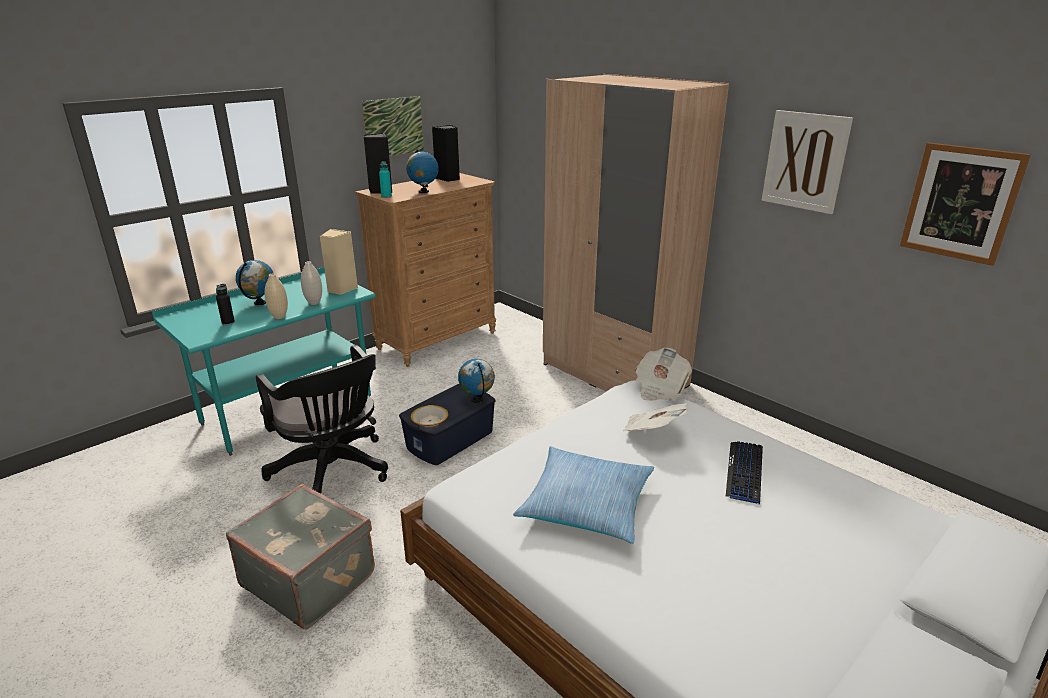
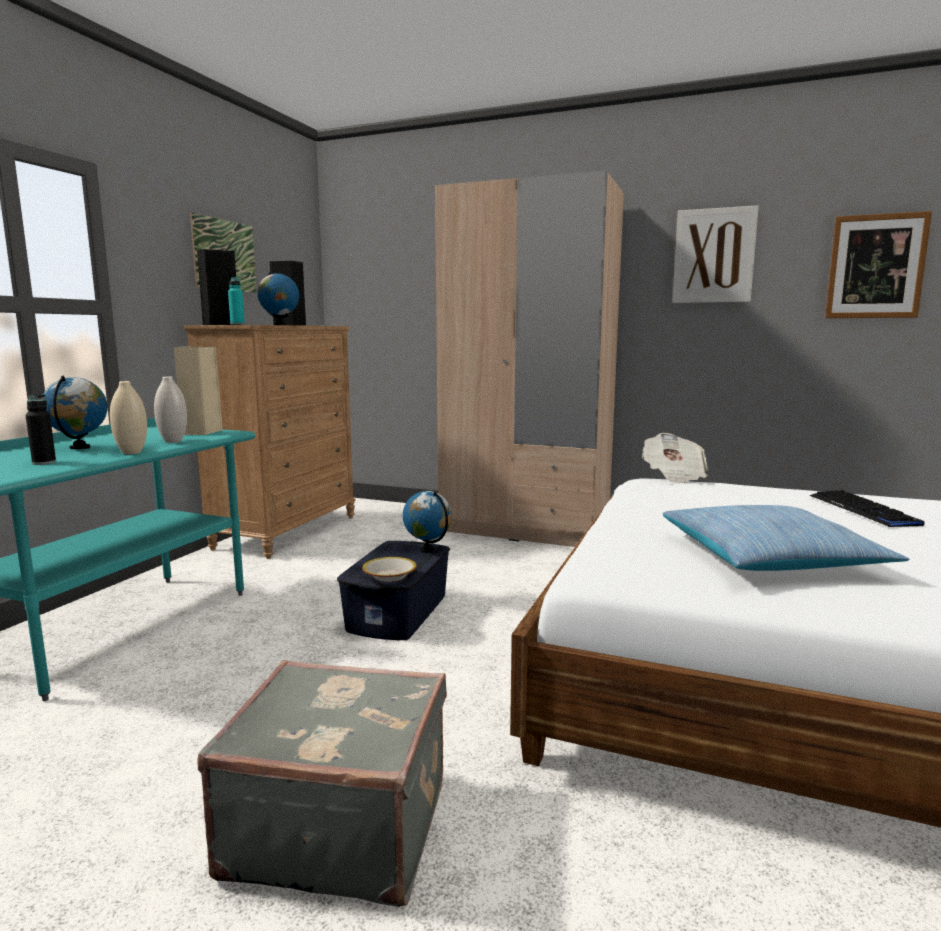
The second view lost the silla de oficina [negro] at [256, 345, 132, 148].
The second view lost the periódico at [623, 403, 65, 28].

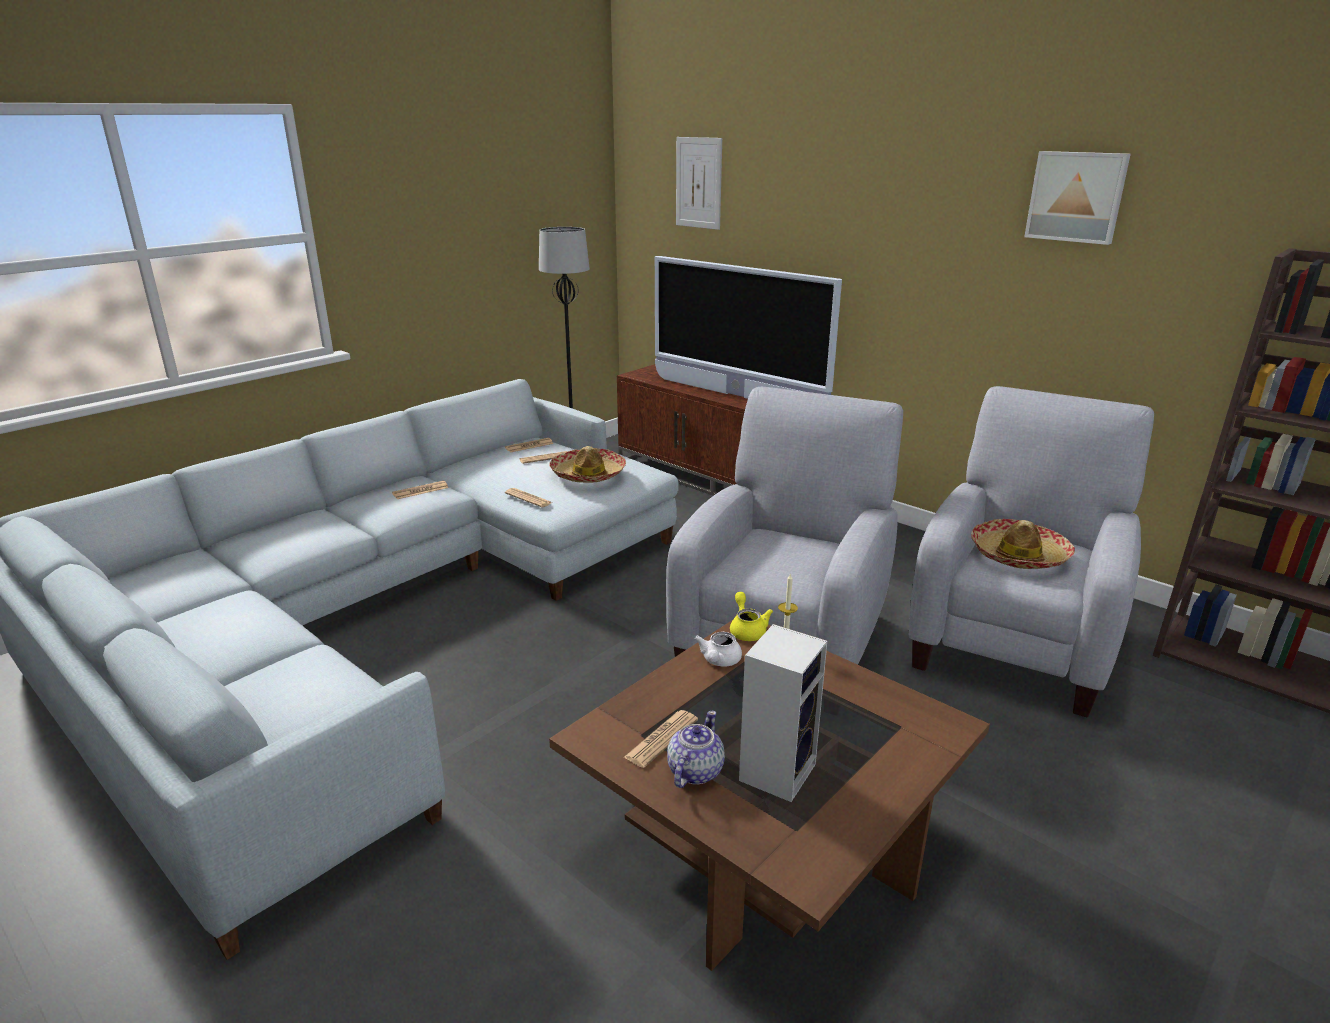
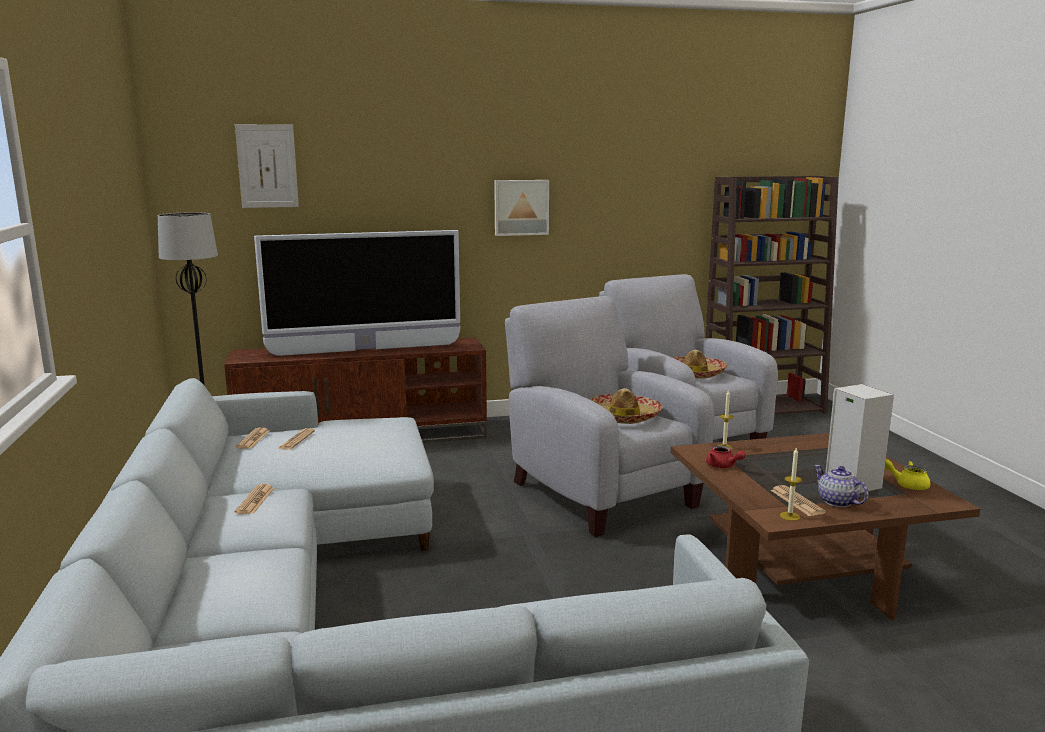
The cuadro ended up elsewhere, having gone from [1024, 151, 107, 94] to [494, 180, 55, 56].
The sombrero ended up elsewhere, having gone from [549, 446, 77, 37] to [590, 388, 73, 36].
The second view lost the periódico at [505, 488, 47, 19].
The tetera [amarillo] ended up elsewhere, having gone from [730, 592, 43, 49] to [885, 459, 45, 31].
What was the tetera [blanco] at [695, 632, 47, 34] turned into the tetera [rojo] at [706, 445, 40, 23].
The second view gained the vela at [780, 448, 22, 73].

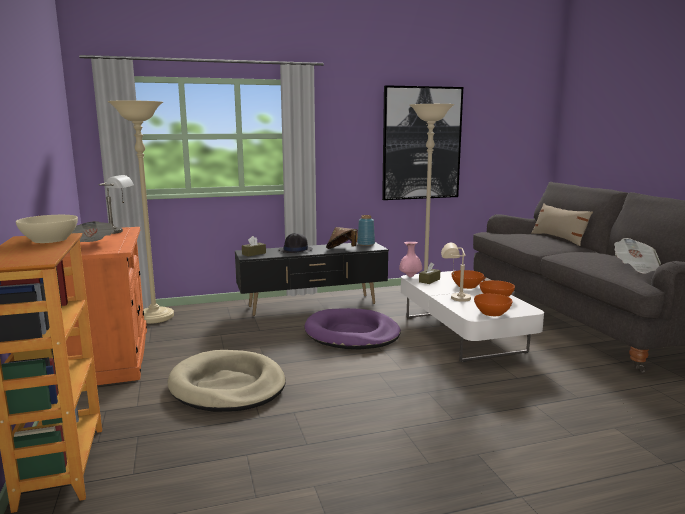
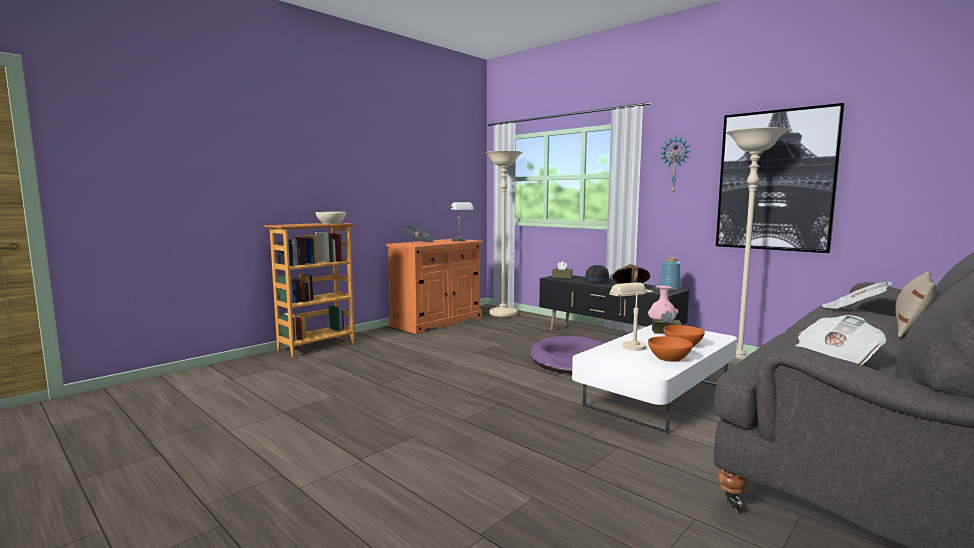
The second view lost the cuenco [naranja] at [474, 294, 39, 22].
The second view lost the cama para perro [beis] at [168, 350, 118, 62].
The second view gained the reloj de pared at [661, 136, 30, 57].
The second view gained the periódico at [822, 282, 70, 27].

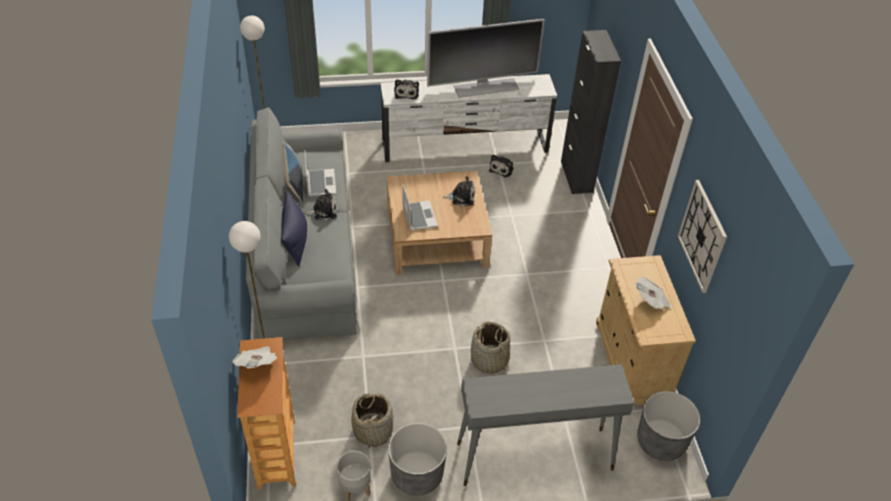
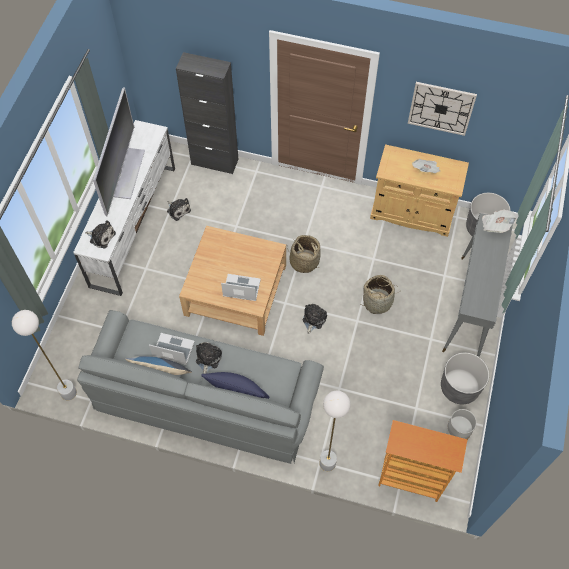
The peluche ended up elsewhere, having gone from [443, 176, 32, 30] to [303, 304, 24, 30].
The periódico ended up elsewhere, having gone from [232, 346, 46, 22] to [482, 209, 35, 24].
The cesta ended up elsewhere, having gone from [352, 392, 41, 56] to [287, 235, 34, 38].

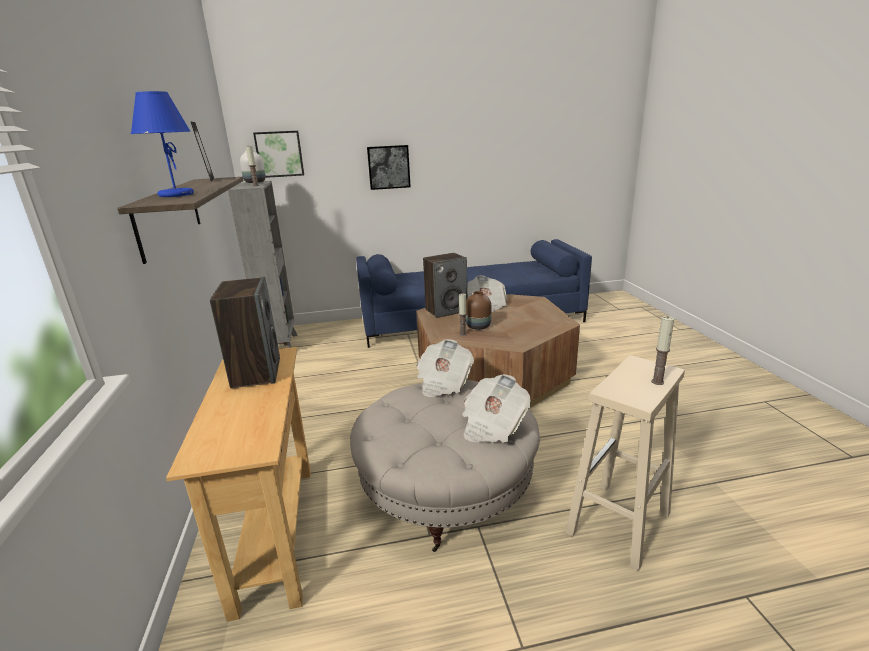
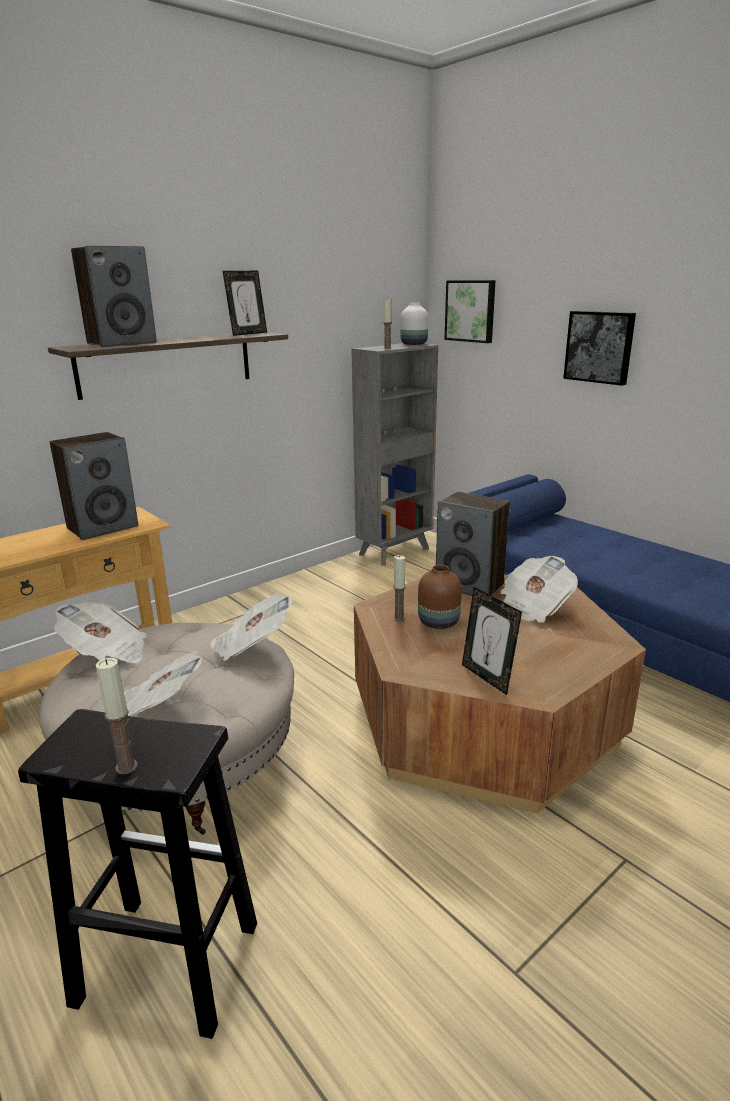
Where the lámpara de mesa [azul] stood at [131, 91, 63, 106], the altavoz came to stand at [71, 246, 86, 101].
What was the taburete [beis] at [566, 355, 119, 217] turned into the taburete [negro] at [18, 709, 239, 330].
The second view gained the portarretratos at [462, 587, 60, 108].
The second view gained the periódico at [54, 602, 92, 61].

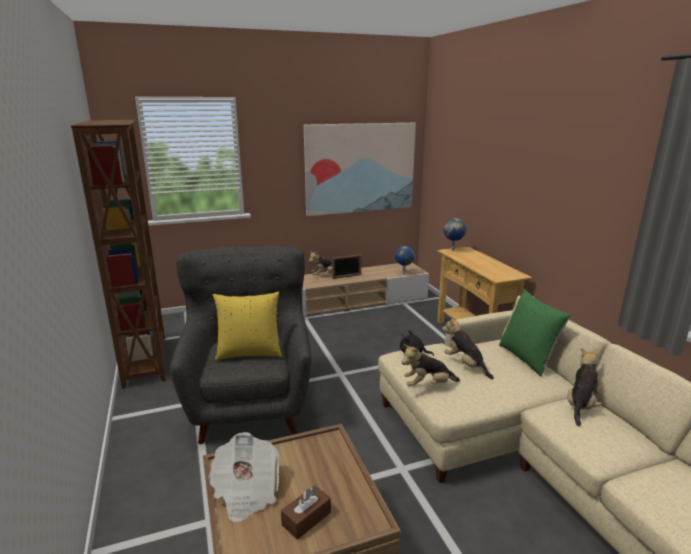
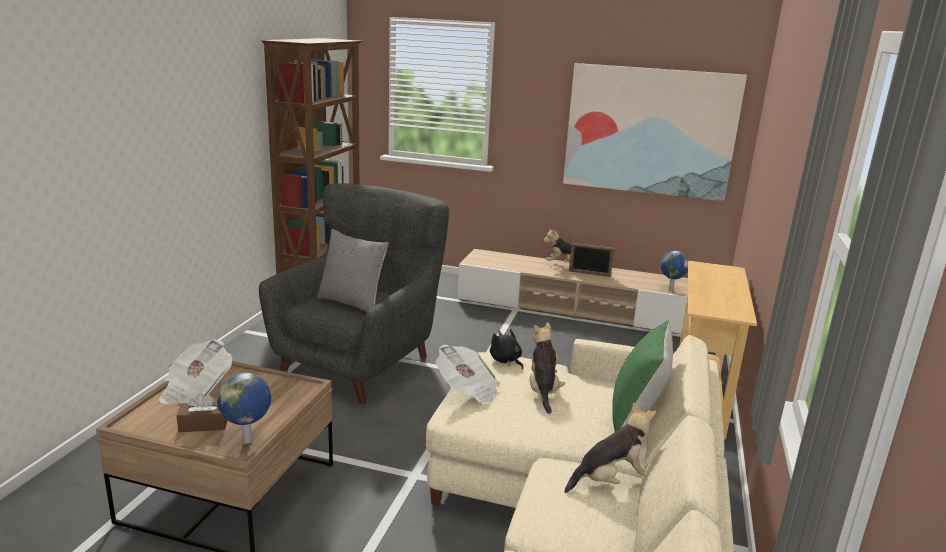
The globo terráqueo ended up elsewhere, having gone from [444, 219, 22, 32] to [217, 372, 54, 72].
What was the cojín [amarillo] at [213, 292, 69, 68] turned into the cojín [gris] at [317, 229, 72, 83].
Where the peluche stood at [402, 344, 58, 43], the periódico came to stand at [436, 344, 64, 61].

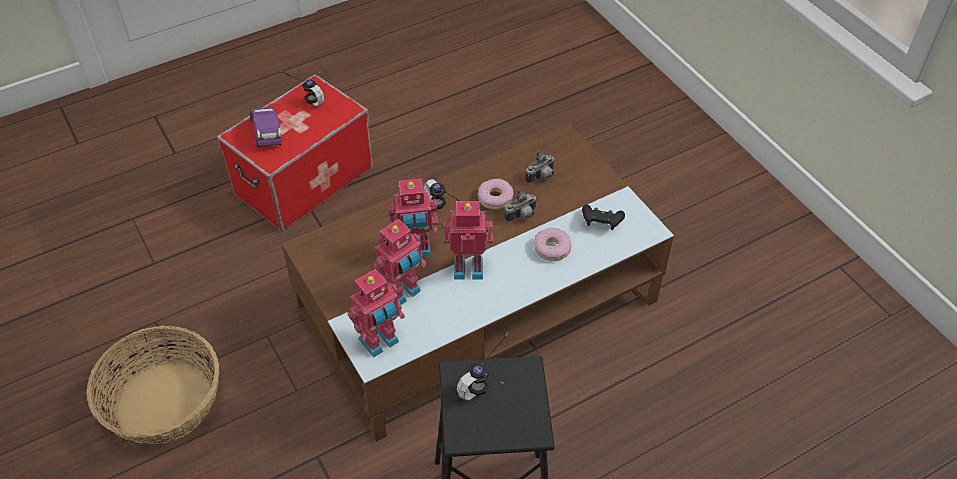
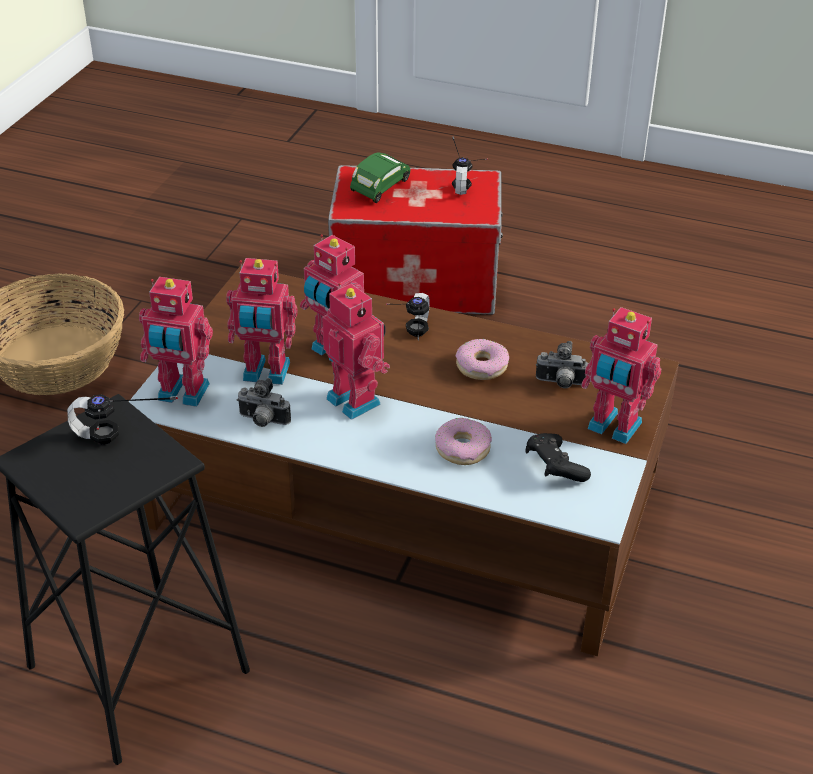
What was the coche de juguete [morado] at [250, 107, 31, 41] turned into the coche de juguete [verde] at [350, 153, 60, 50].
The cámara ended up elsewhere, having gone from [504, 189, 33, 33] to [237, 378, 54, 49].
The second view gained the robot de juguete at [581, 307, 80, 137].

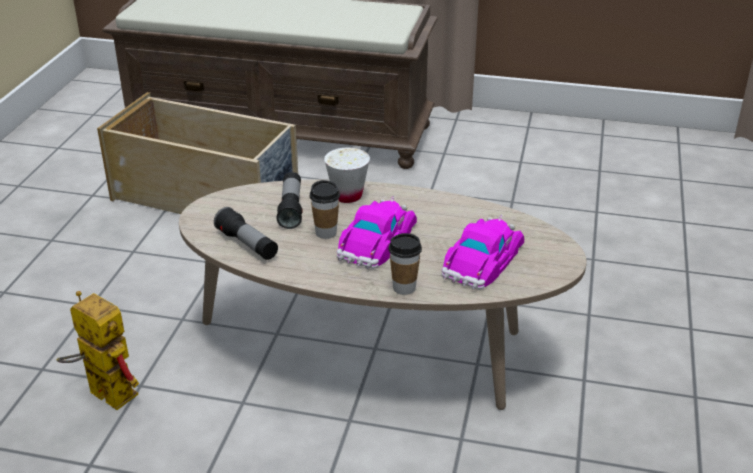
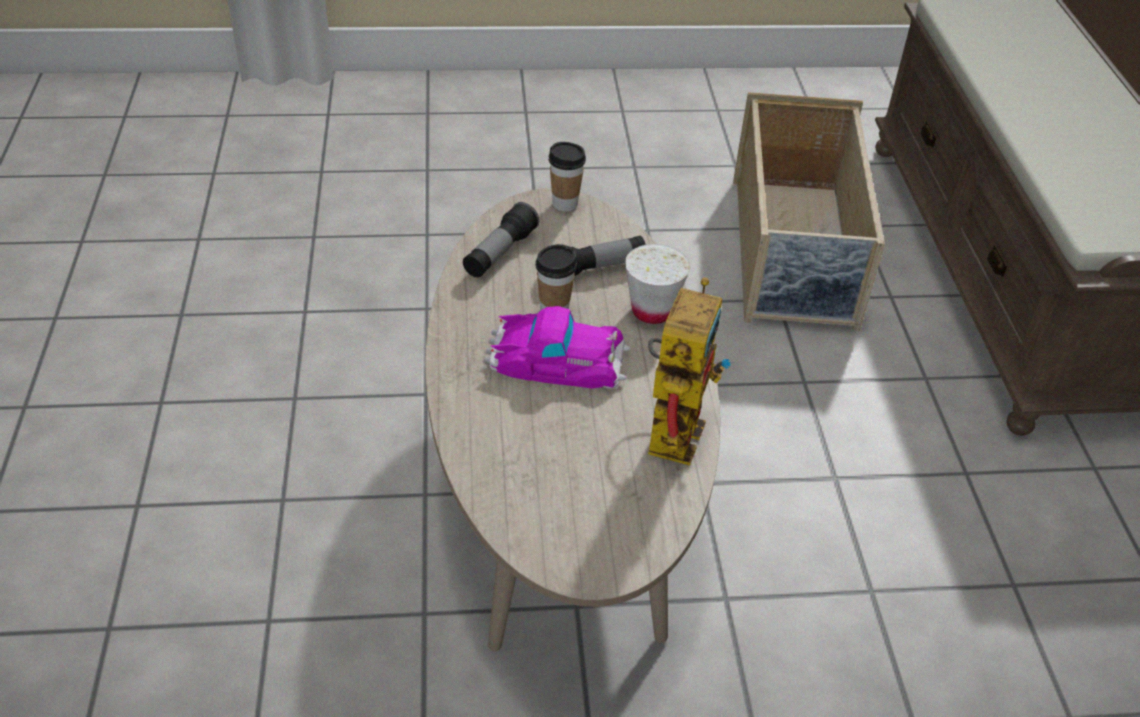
The second view lost the coche de juguete at [442, 214, 82, 76].
The taza ended up elsewhere, having gone from [388, 233, 34, 62] to [549, 142, 37, 69].
The robot de juguete ended up elsewhere, having gone from [56, 291, 83, 119] to [648, 278, 83, 188].

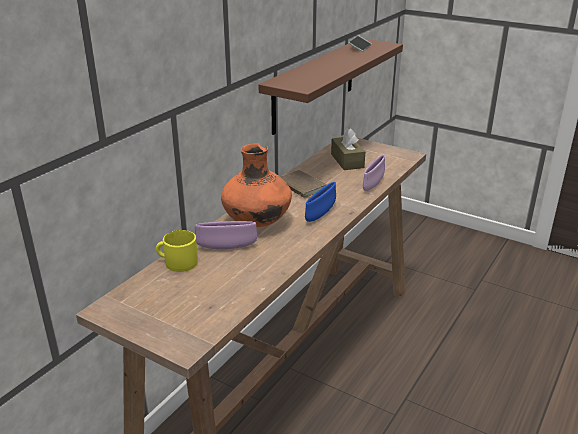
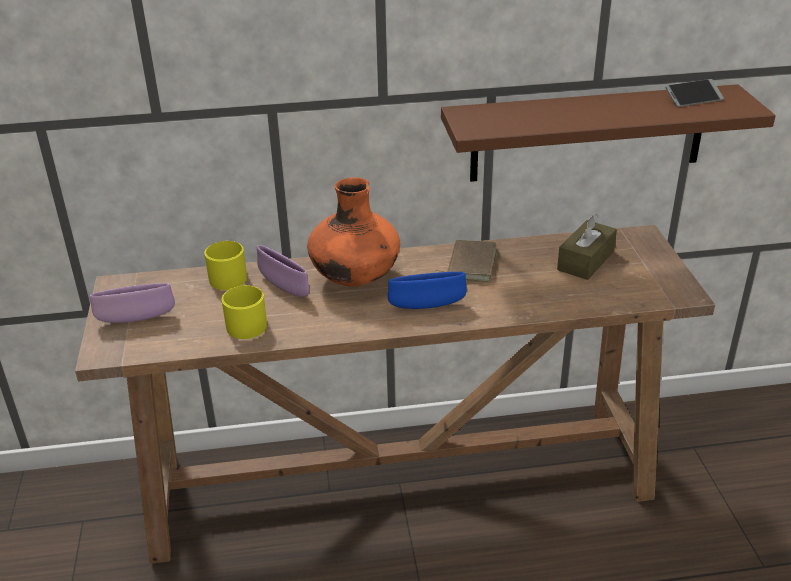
The cuenco [morado] ended up elsewhere, having gone from [363, 154, 22, 37] to [89, 283, 86, 40].
The second view gained the taza grande [amarillo] at [222, 285, 45, 54].

